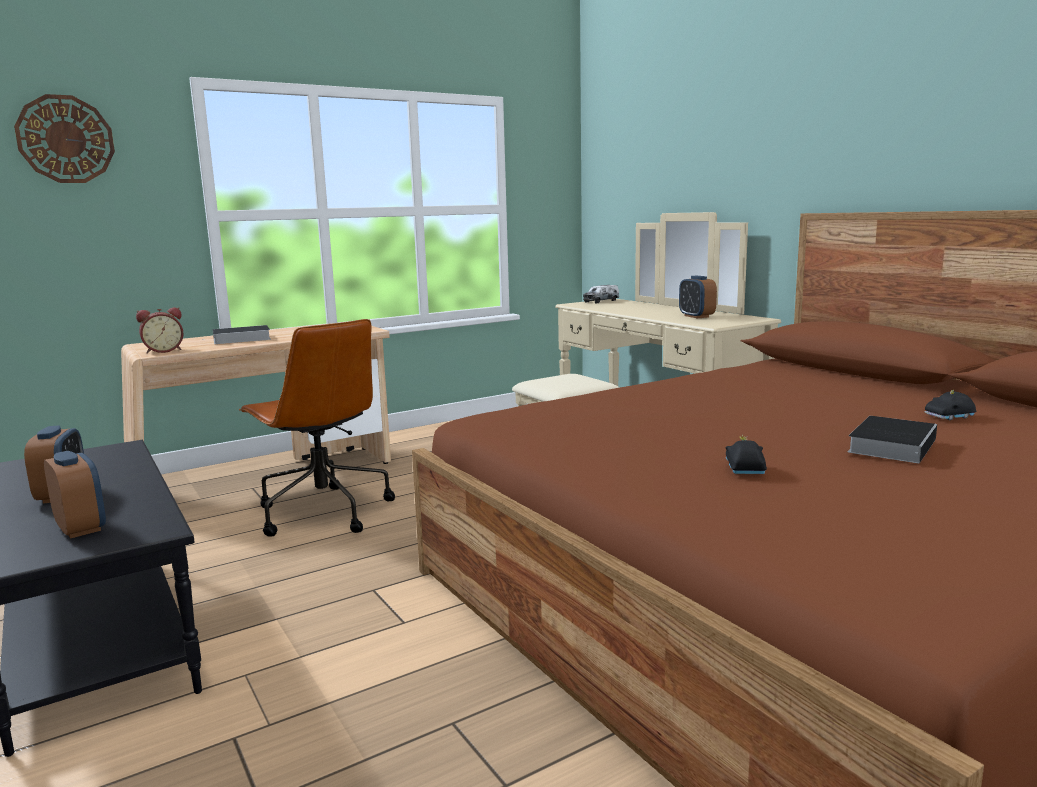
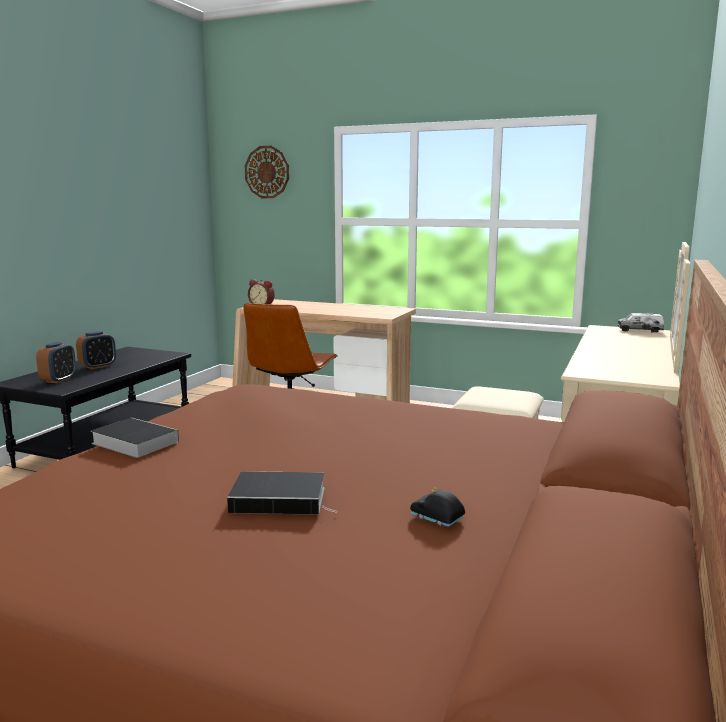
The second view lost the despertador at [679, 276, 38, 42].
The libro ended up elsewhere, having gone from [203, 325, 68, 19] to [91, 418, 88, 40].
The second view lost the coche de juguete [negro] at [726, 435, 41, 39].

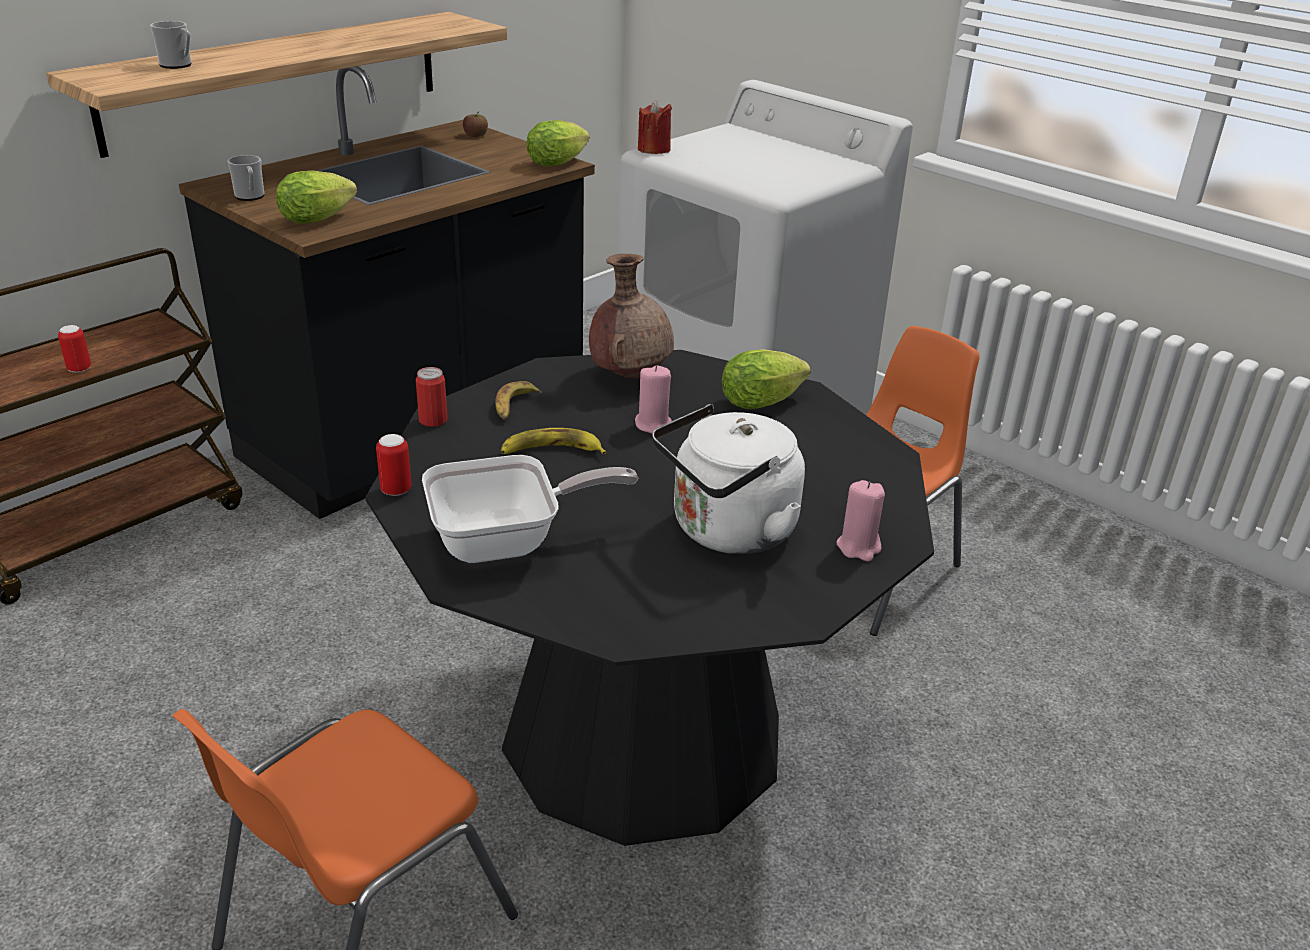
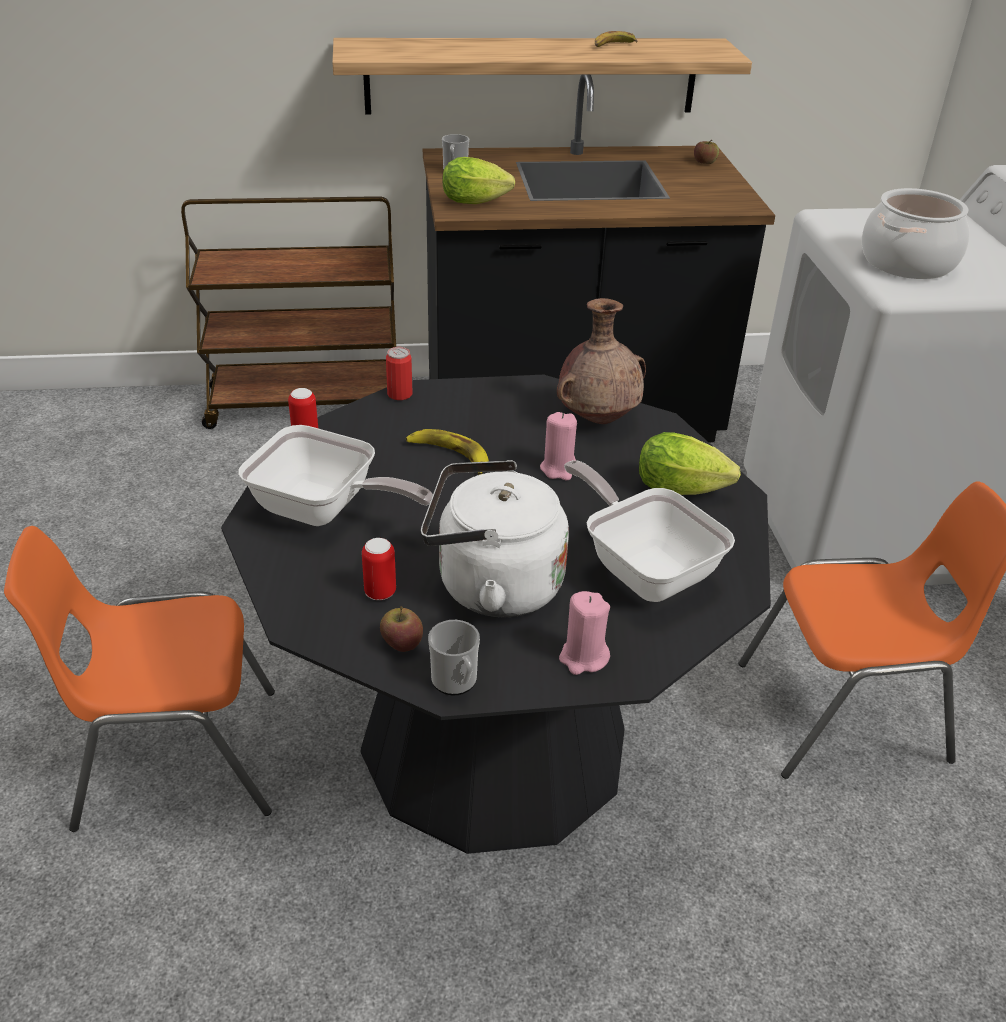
The taza grande ended up elsewhere, having gone from [150, 21, 41, 48] to [428, 620, 52, 76].
The second view lost the vela [rojo] at [638, 100, 34, 54].
The second view lost the lechuga at [526, 120, 64, 47].
The lata ended up elsewhere, having gone from [58, 325, 33, 48] to [362, 538, 34, 62].
The plátano ended up elsewhere, having gone from [495, 381, 47, 40] to [595, 31, 42, 16].
The second view gained the olla at [862, 188, 107, 91].
The second view gained the sartén at [564, 460, 171, 142].
The second view gained the manzana at [380, 606, 43, 46].

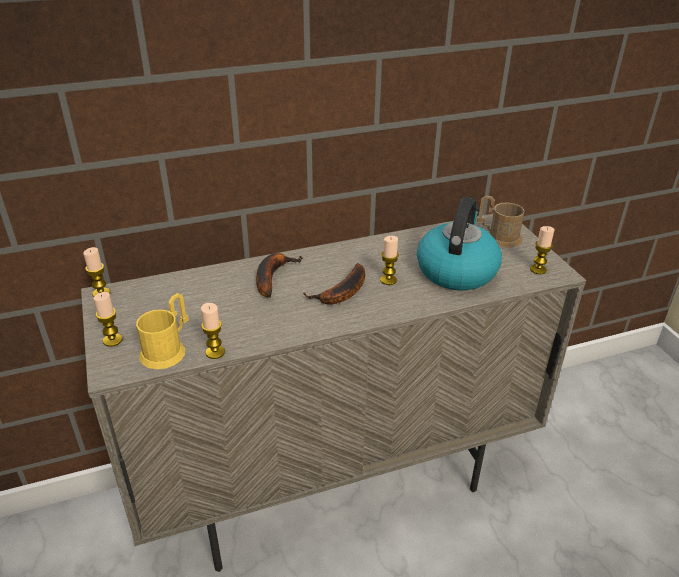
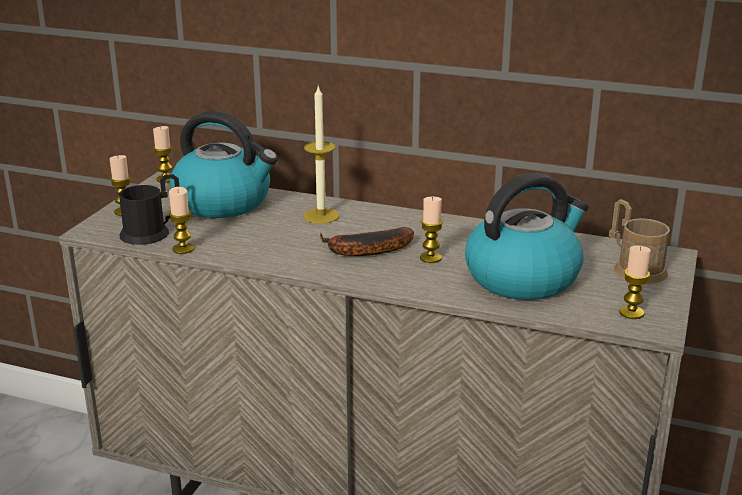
Where the plátano stood at [256, 253, 47, 44], the vela came to stand at [304, 87, 35, 137].
What was the taza grande [amarillo] at [136, 293, 53, 76] turned into the taza grande [negro] at [119, 174, 60, 71].
The second view gained the hervidor at [170, 111, 108, 107].

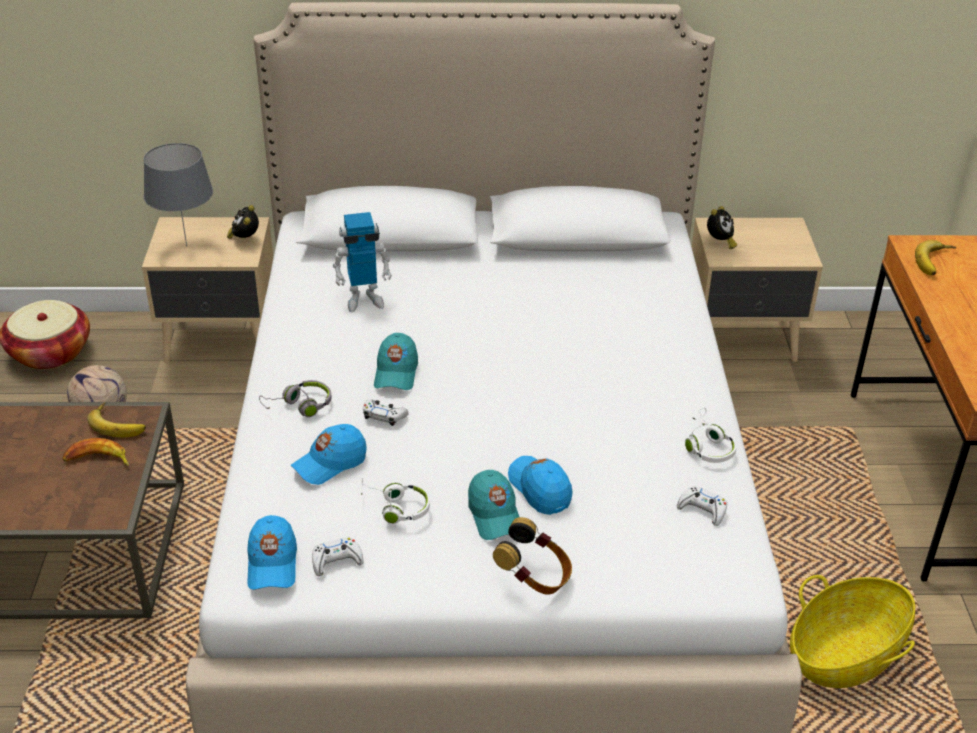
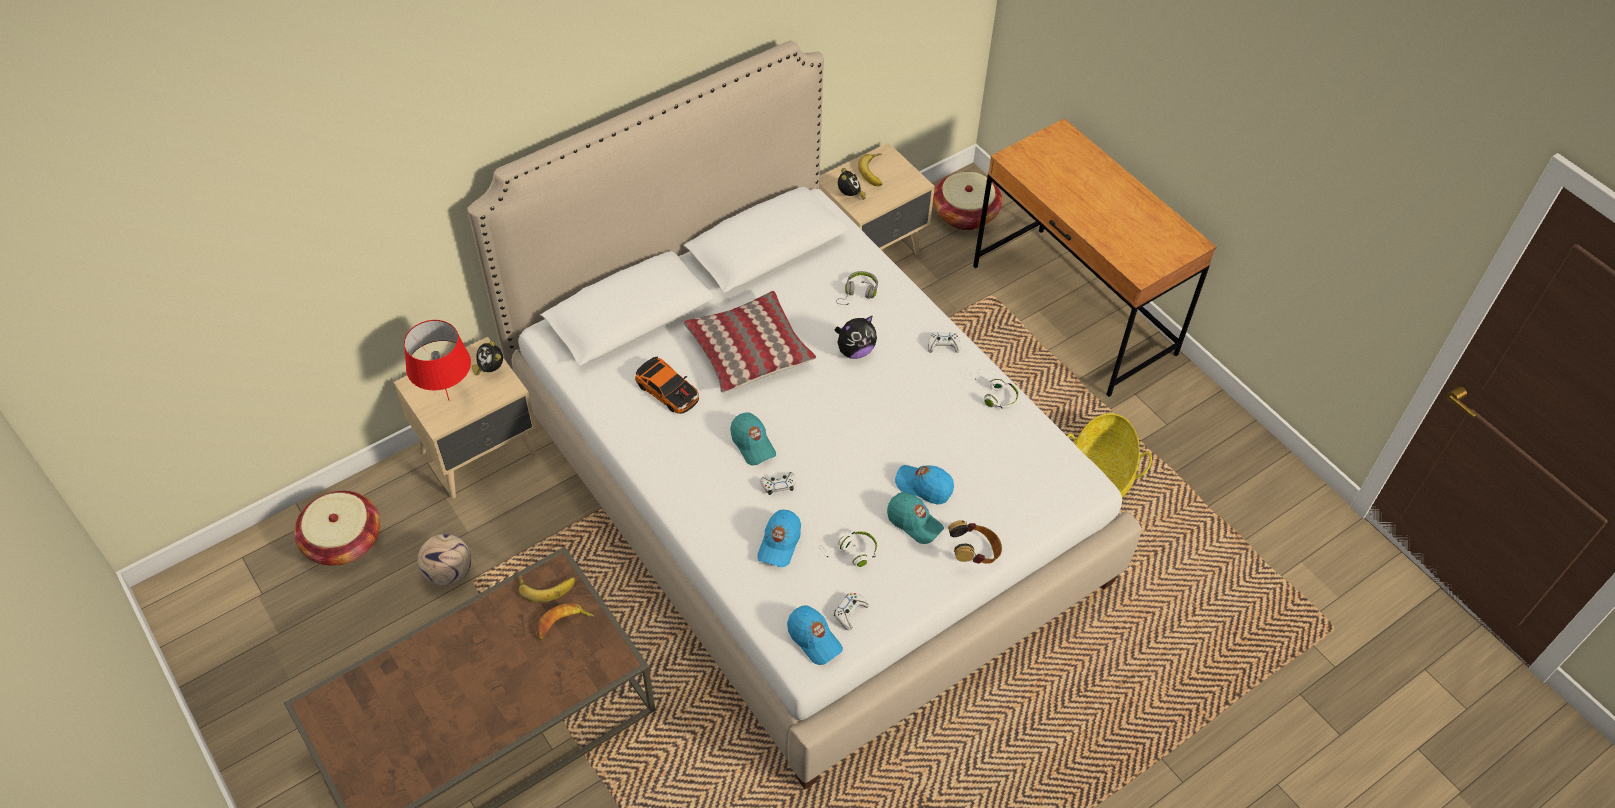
What was the lámpara de mesa [gris] at [144, 143, 69, 103] turned into the lámpara de mesa [rojo] at [404, 320, 67, 81].
Where the robot de juguete stood at [333, 212, 59, 100], the coche de juguete came to stand at [635, 356, 64, 58].
The plátano ended up elsewhere, having gone from [915, 240, 41, 35] to [858, 154, 24, 32].
The auriculares [gris] ended up elsewhere, having gone from [259, 380, 73, 37] to [836, 271, 42, 34].
The mando de consola [blanco] ended up elsewhere, having gone from [677, 486, 50, 40] to [927, 332, 33, 21].
The second view gained the cesta at [933, 172, 69, 58].
The second view gained the cojín at [684, 291, 132, 102].
The second view gained the peluche at [835, 315, 42, 44].

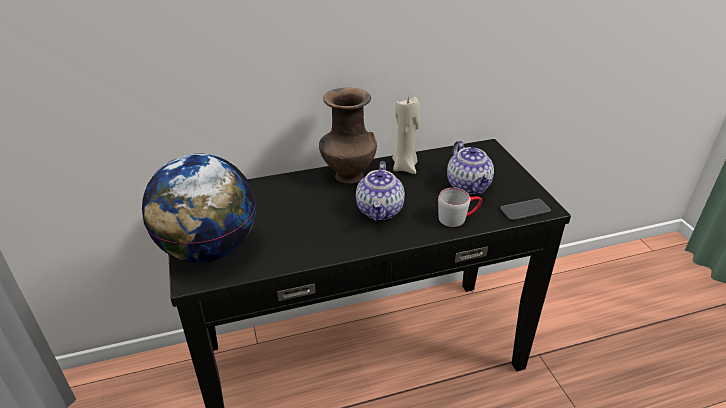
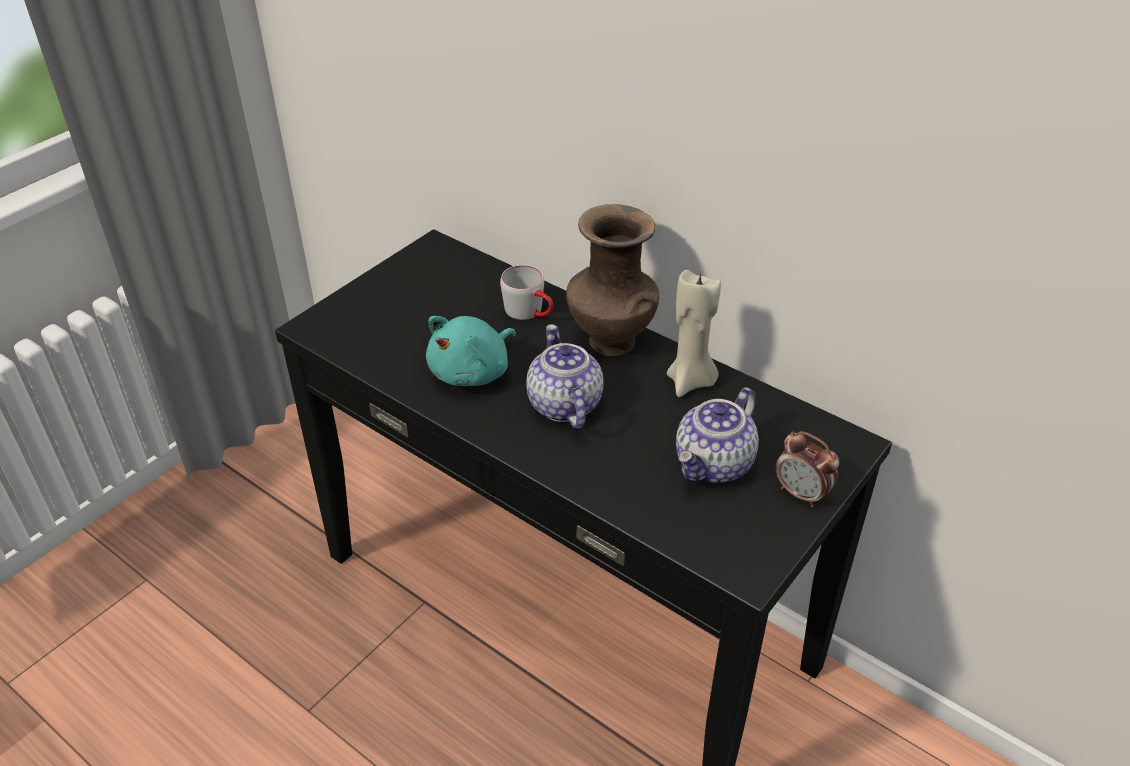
The second view lost the globo terráqueo at [142, 154, 114, 109].
The tetera at [356, 162, 49, 59] ended up facing another way, 105 degrees clockwise from before.
The taza grande [gris] ended up elsewhere, having gone from [438, 188, 44, 39] to [500, 265, 53, 55].
The second view lost the móvil at [500, 199, 51, 22].
The second view gained the peluche [turquesa] at [426, 316, 90, 70].
The second view gained the despertador at [775, 431, 65, 76].

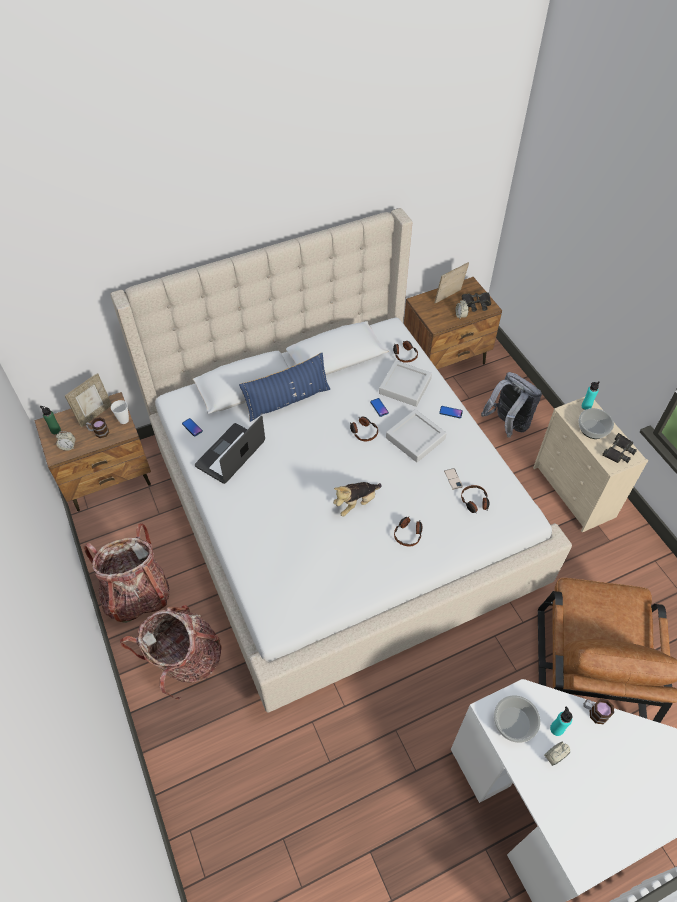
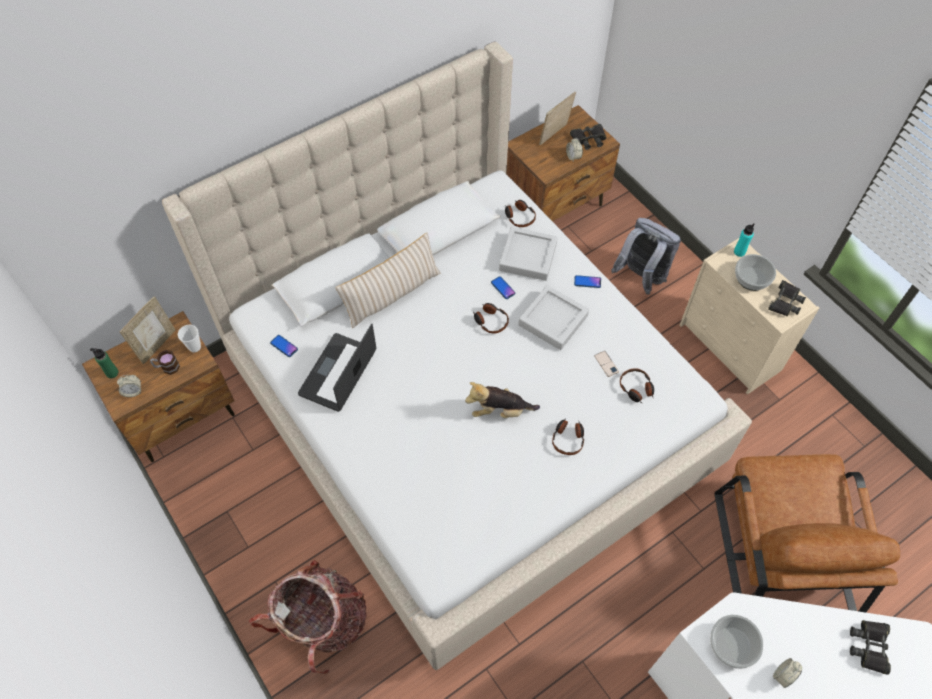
What was the cojín [azul] at [239, 353, 91, 69] turned into the cojín [beis] at [335, 233, 105, 95].
The peluche at [333, 482, 49, 35] ended up facing another way, 45 degrees clockwise from before.
The second view lost the mochila at [84, 523, 86, 100].
The second view lost the taza grande at [583, 699, 31, 25].
The second view lost the botella [turquesa] at [550, 706, 22, 30].
The second view gained the prismáticos [negro] at [850, 620, 41, 55].

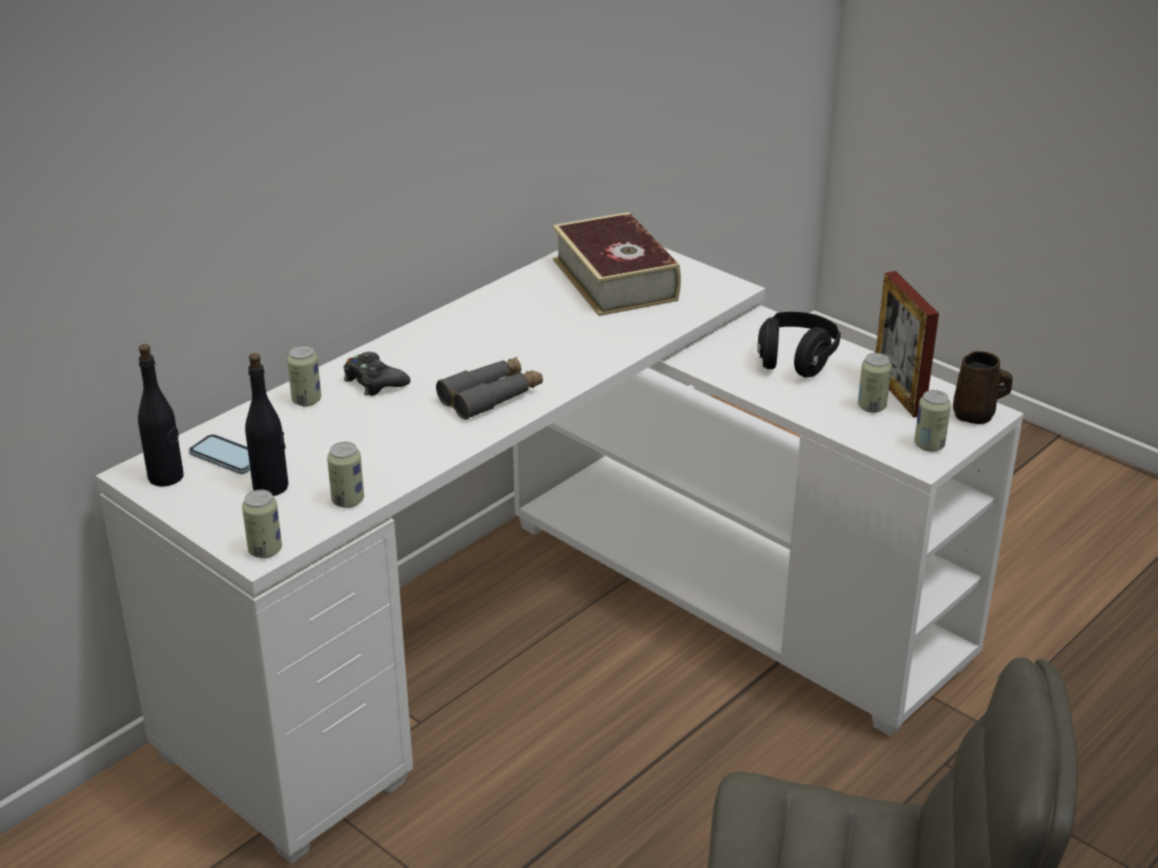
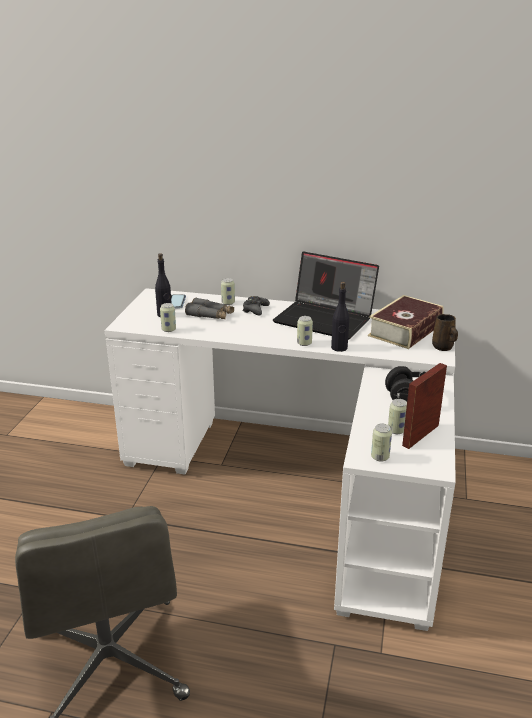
The botella [negro] ended up elsewhere, having gone from [138, 344, 46, 143] to [331, 282, 18, 70].
The taza grande [marrón] ended up elsewhere, having gone from [953, 351, 60, 73] to [432, 314, 26, 37].
The prismáticos [gris] ended up elsewhere, having gone from [436, 357, 107, 63] to [185, 297, 49, 22].
The lata ended up elsewhere, having gone from [242, 490, 40, 68] to [297, 316, 16, 30].
The second view gained the portátil at [273, 251, 106, 89].

